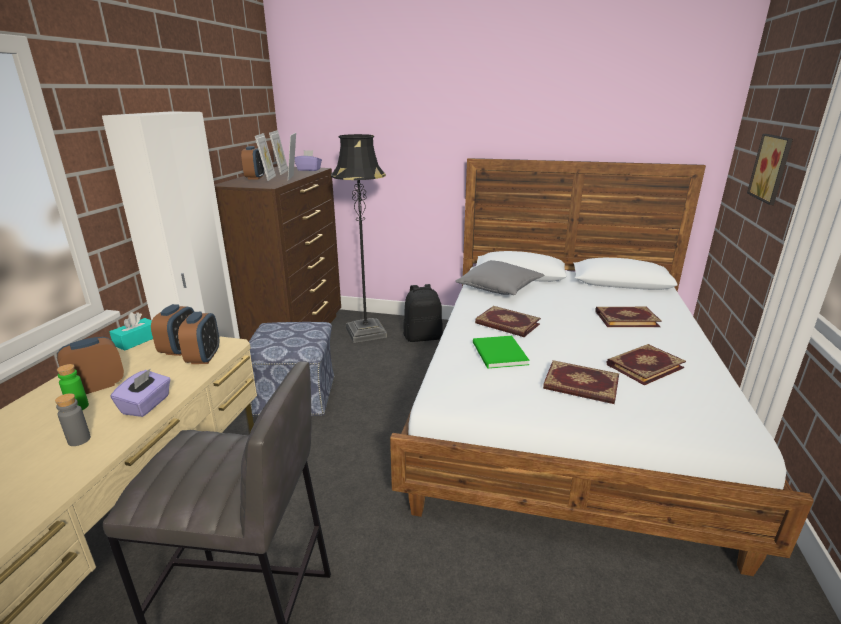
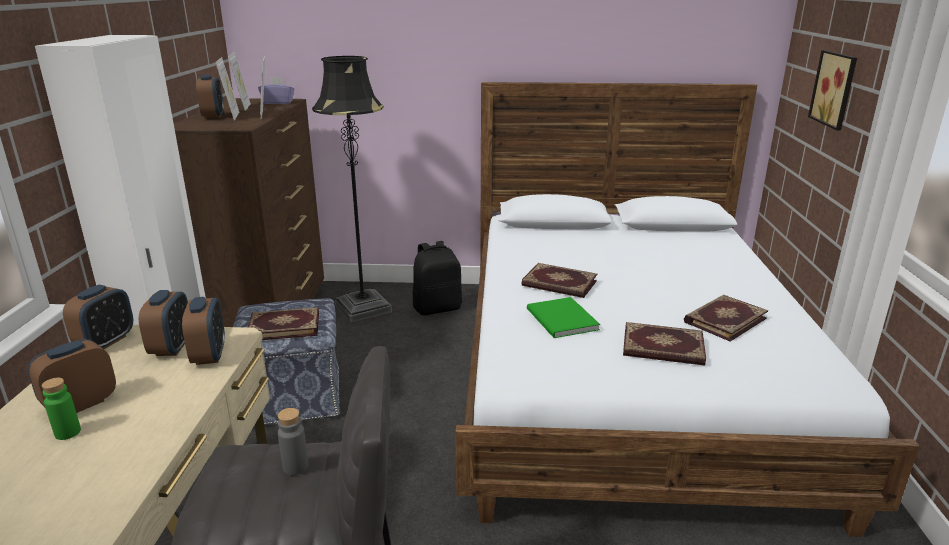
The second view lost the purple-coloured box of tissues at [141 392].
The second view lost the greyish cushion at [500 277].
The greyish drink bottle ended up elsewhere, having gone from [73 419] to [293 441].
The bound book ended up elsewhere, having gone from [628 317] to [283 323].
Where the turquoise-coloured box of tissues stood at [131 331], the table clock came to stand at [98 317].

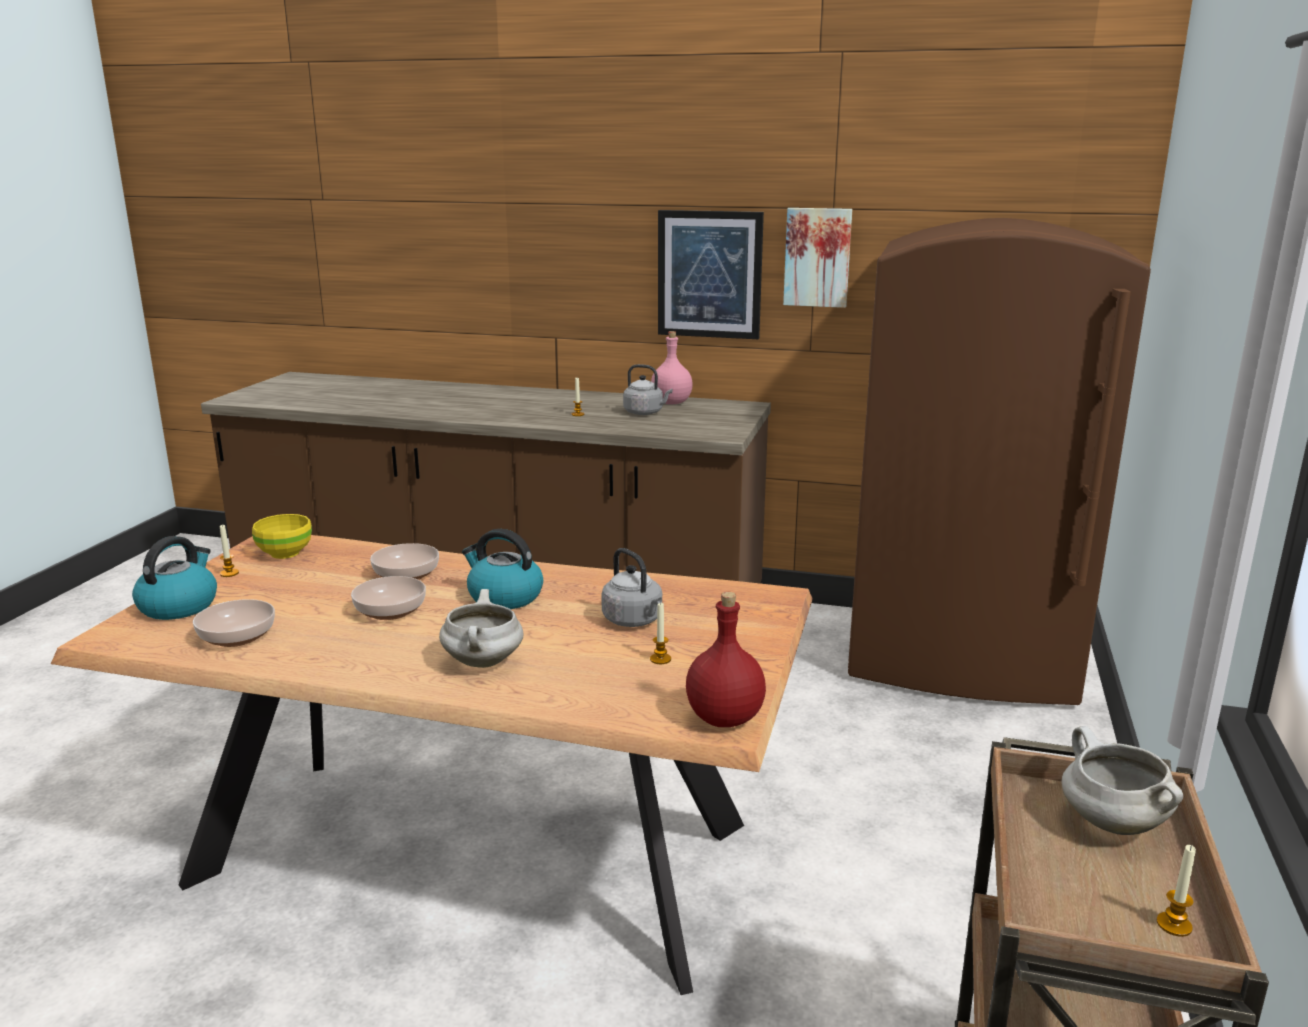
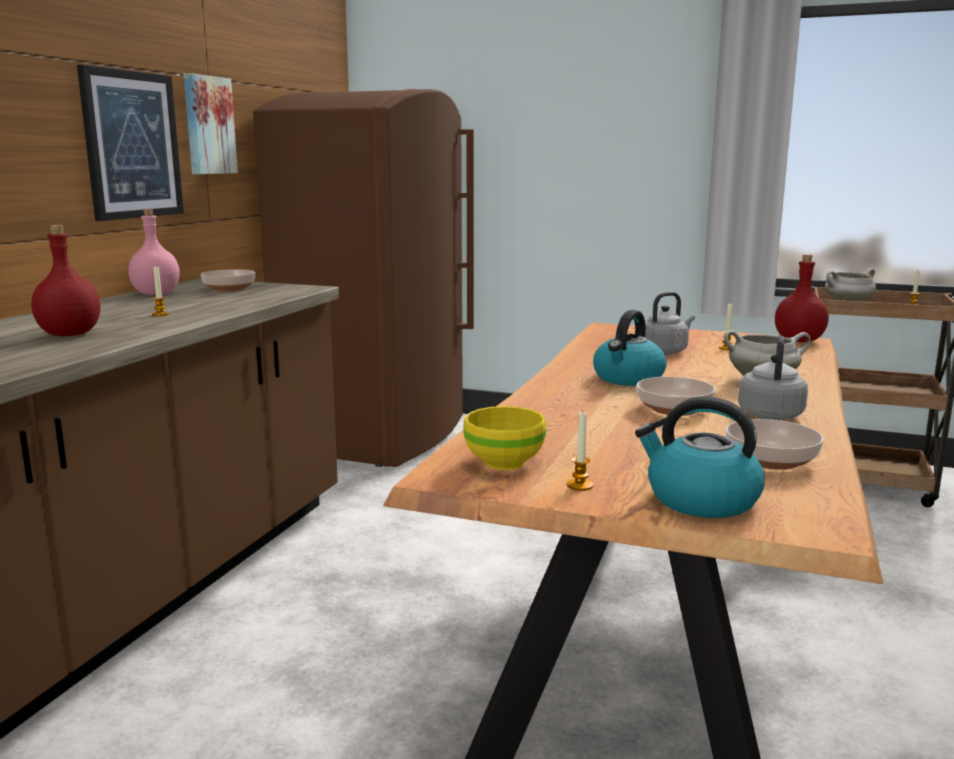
The second view gained the reddish drink bottle at [65 280].
The bowl ended up elsewhere, having gone from [404 561] to [228 280].
The greyish tea kettle ended up elsewhere, having gone from [648 389] to [773 378].

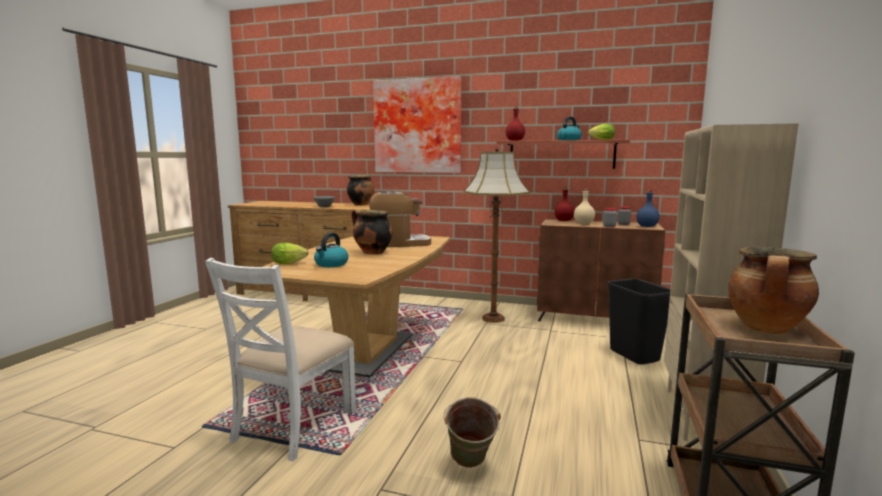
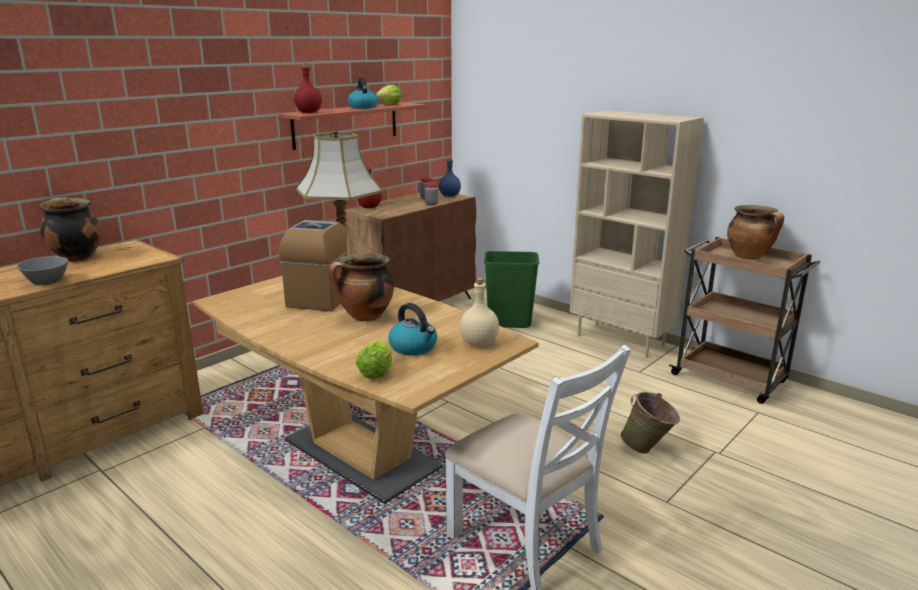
The second view lost the picture at [417 124].
The sand-coloured drink bottle ended up elsewhere, having gone from [584 206] to [479 312].
What was the black-coloured rubbish bin at [639 321] turned into the green rubbish bin at [511 289].

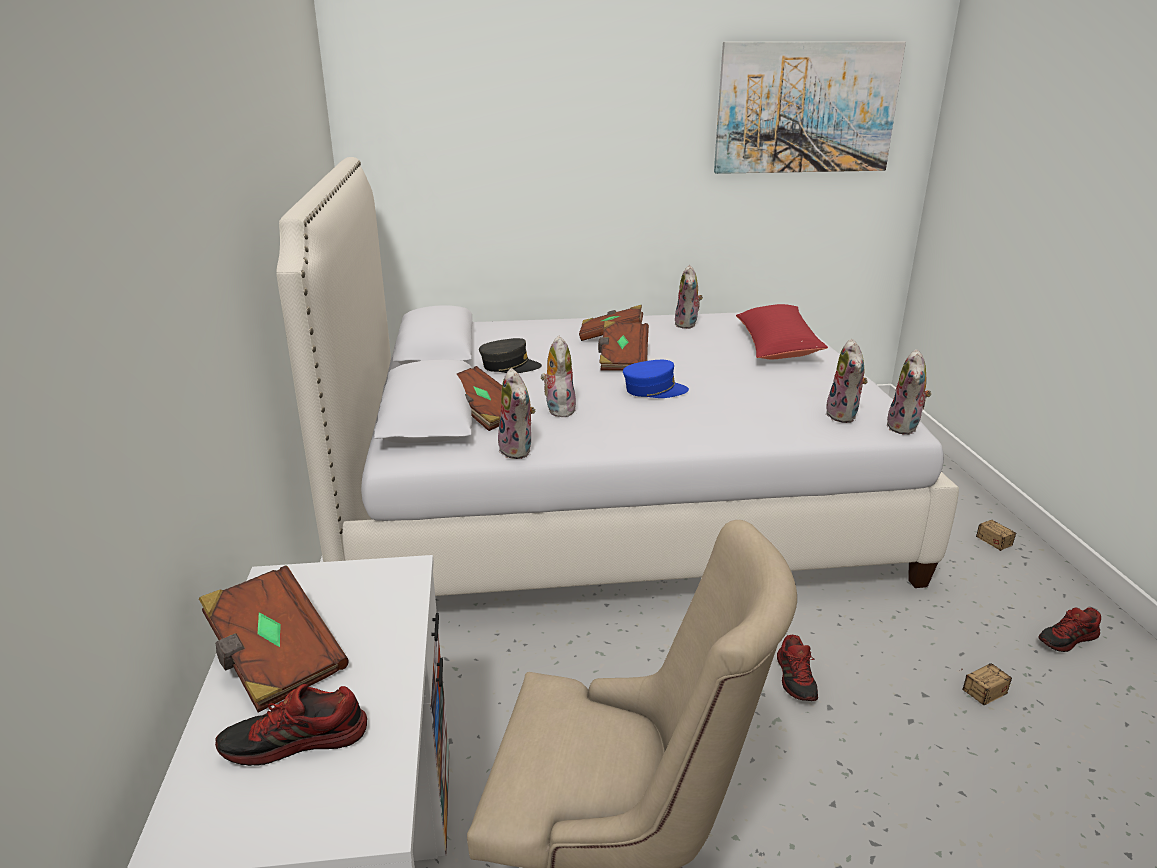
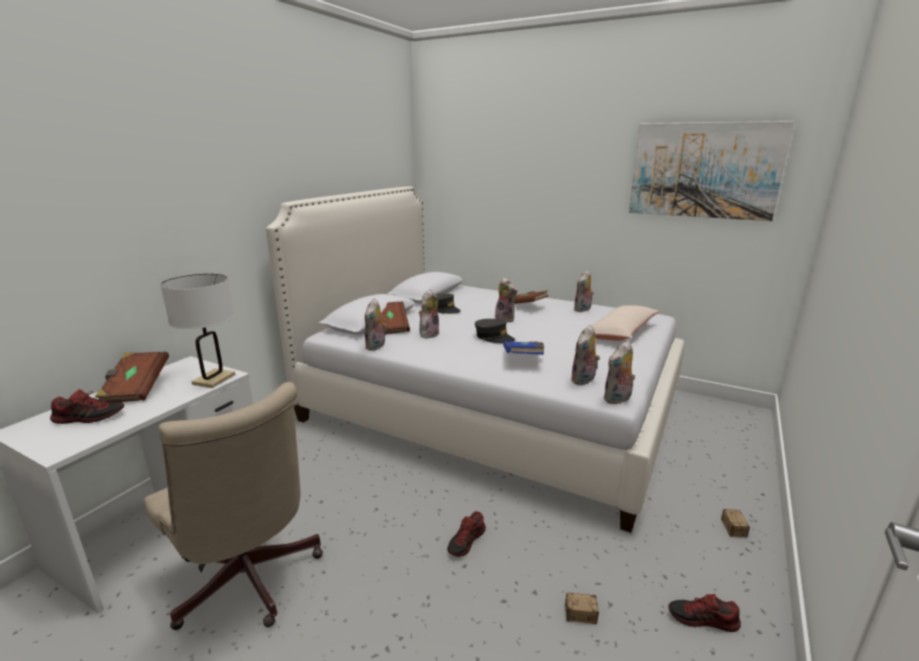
The second view gained the white-coloured lamp for a table at [198 331].
The second view gained the bluish bound book at [523 348].
Where the brown bound book stood at [623 346], the soft toy came to stand at [505 299].
What was the bluish cap at [656 379] turned into the greyish cap at [495 331].
What was the reddish cushion at [782 331] turned into the sand-coloured cushion at [620 323].
The shoe at [291 725] ended up facing another way, 150 degrees clockwise from before.

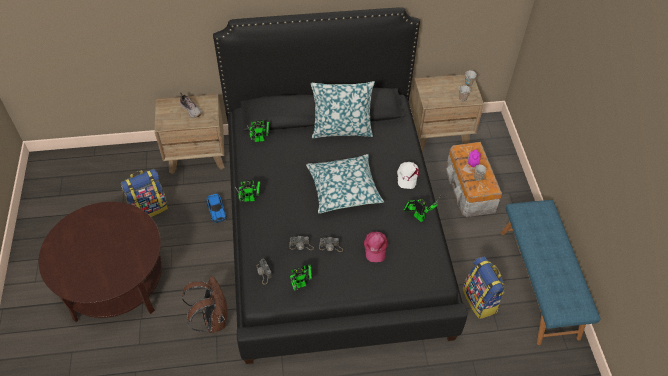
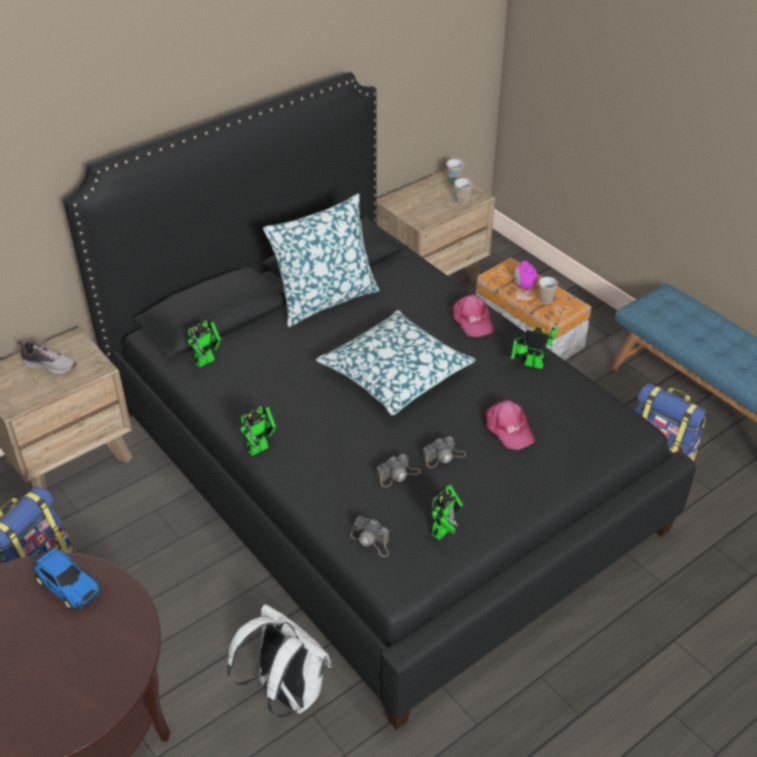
The model car ended up elsewhere, having gone from [216 208] to [68 580].
What was the brown knapsack at [205 304] turned into the white-coloured knapsack at [279 660].
What was the white-coloured cap at [408 175] turned into the pink-coloured cap at [472 316].

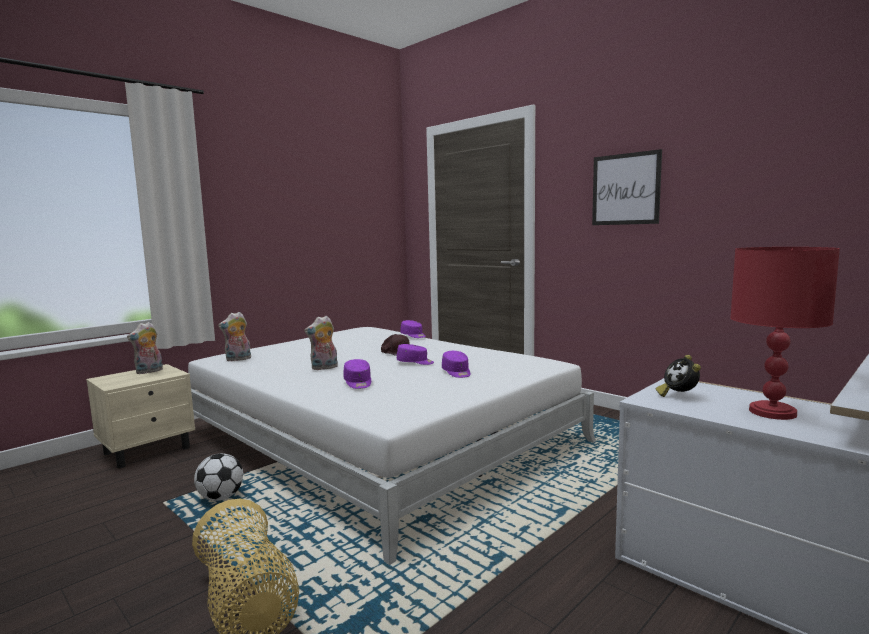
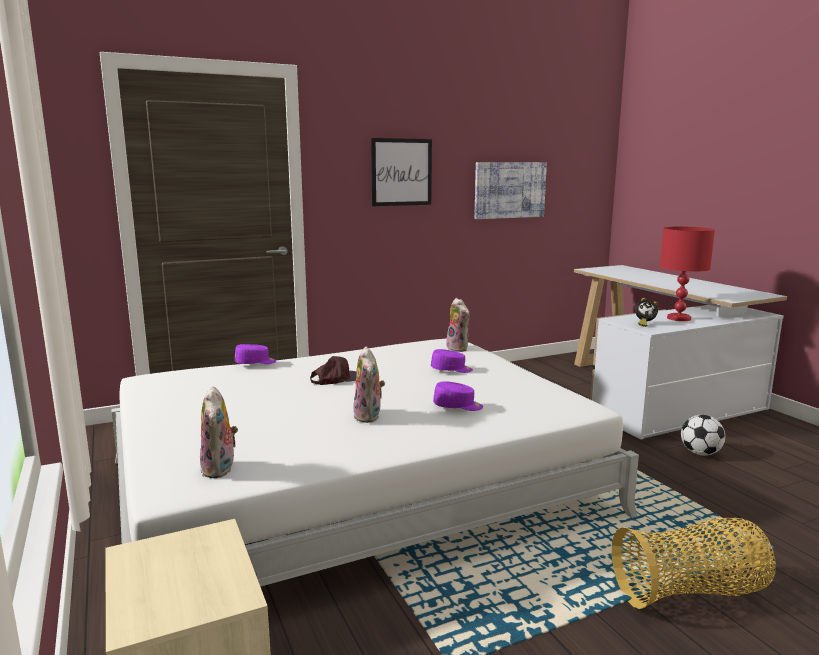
The second view lost the purple-coloured cap at [415 354].
The second view gained the picture at [510 190].
The soft toy ended up elsewhere, having gone from [145 348] to [458 325].
The football ball ended up elsewhere, having gone from [218 477] to [703 435].

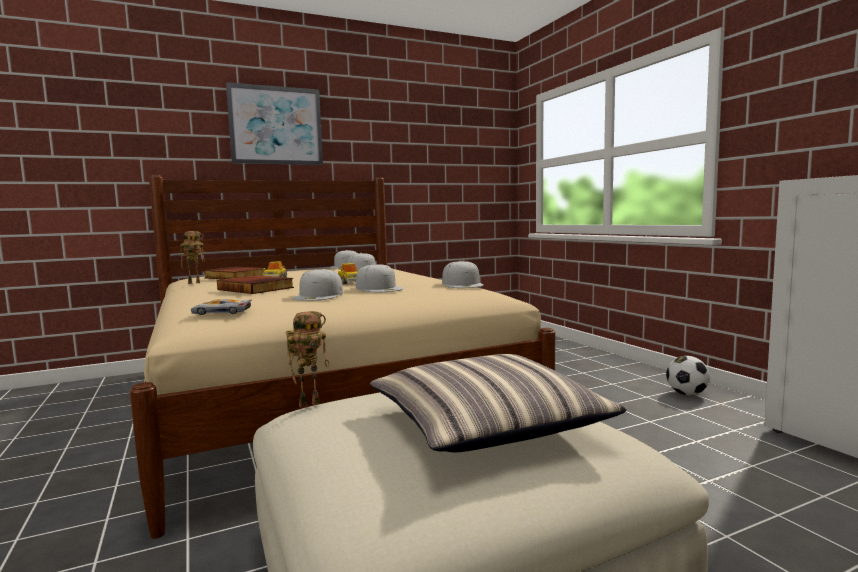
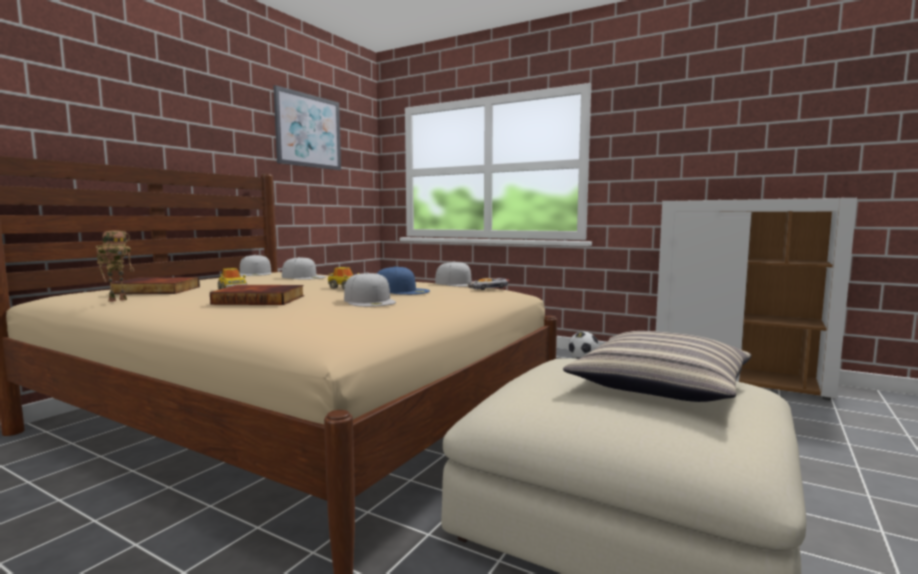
The second view lost the robot figure at [308 359].
The model car ended up elsewhere, having gone from [221 307] to [489 284].
The picture ended up elsewhere, having gone from [274 123] to [307 127].
What was the white-coloured cap at [380 278] turned into the bluish cap at [403 280].

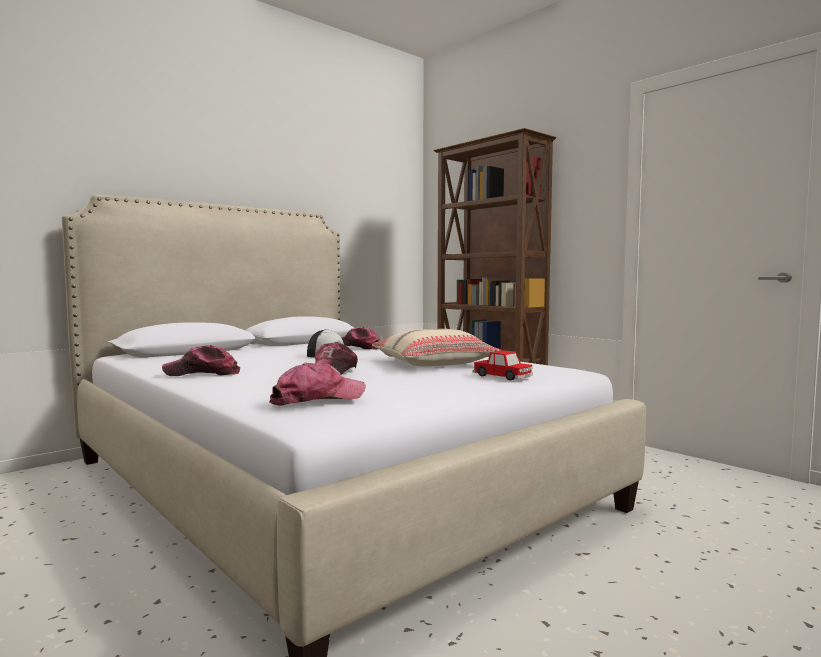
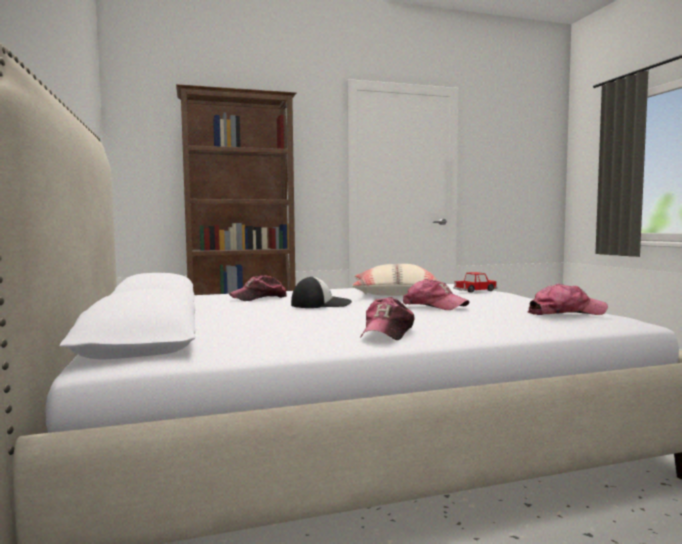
The cap at [317 384] ended up facing another way, 90 degrees clockwise from before.

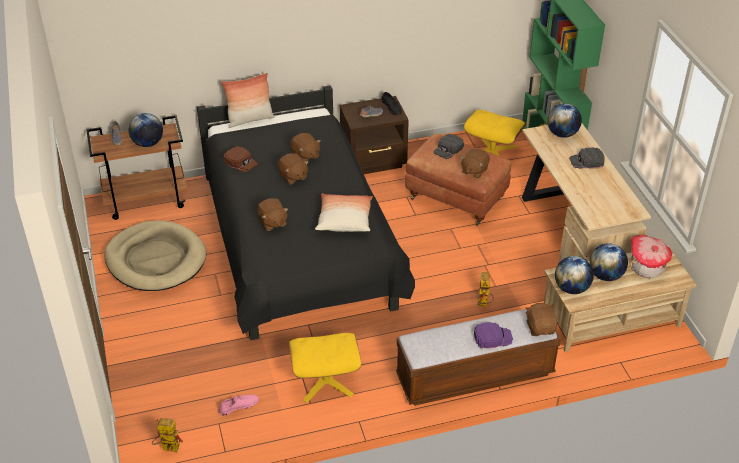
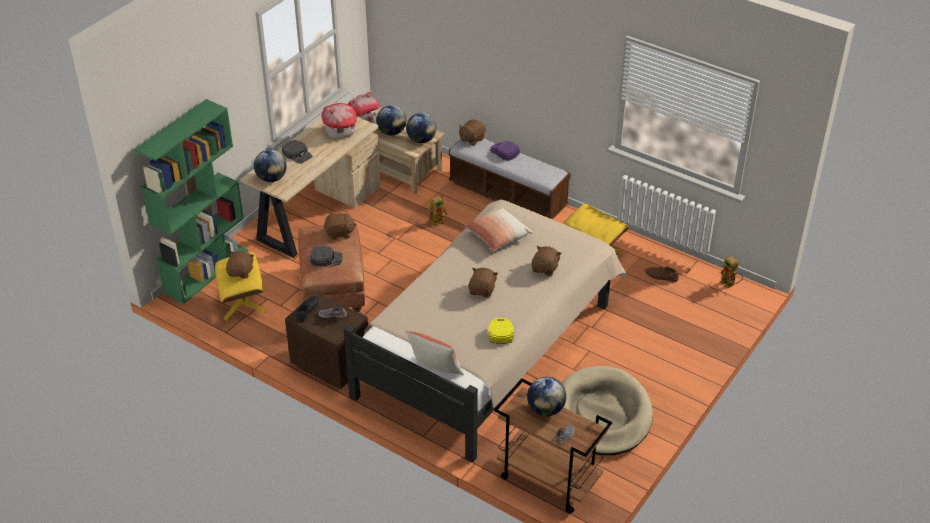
The second view gained the model house at [339 121].
The brown soft toy ended up elsewhere, having gone from [305 147] to [240 264].
What was the black-coloured bed at [306 212] turned into the sand-coloured bed at [484 331].
What was the pink-coloured shoe at [239 404] turned into the brown shoe at [662 274].
What was the brown cap at [240 159] turned into the yellow-coloured cap at [501 331].

